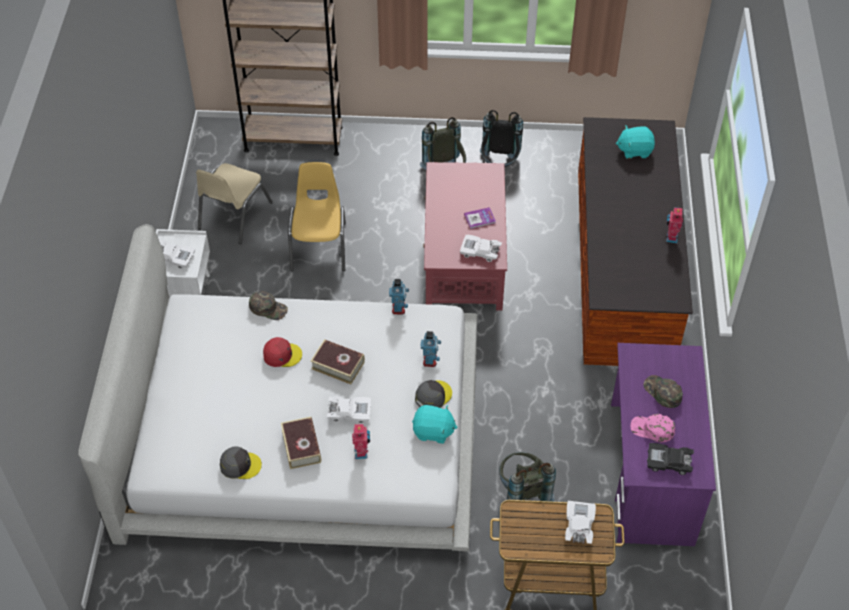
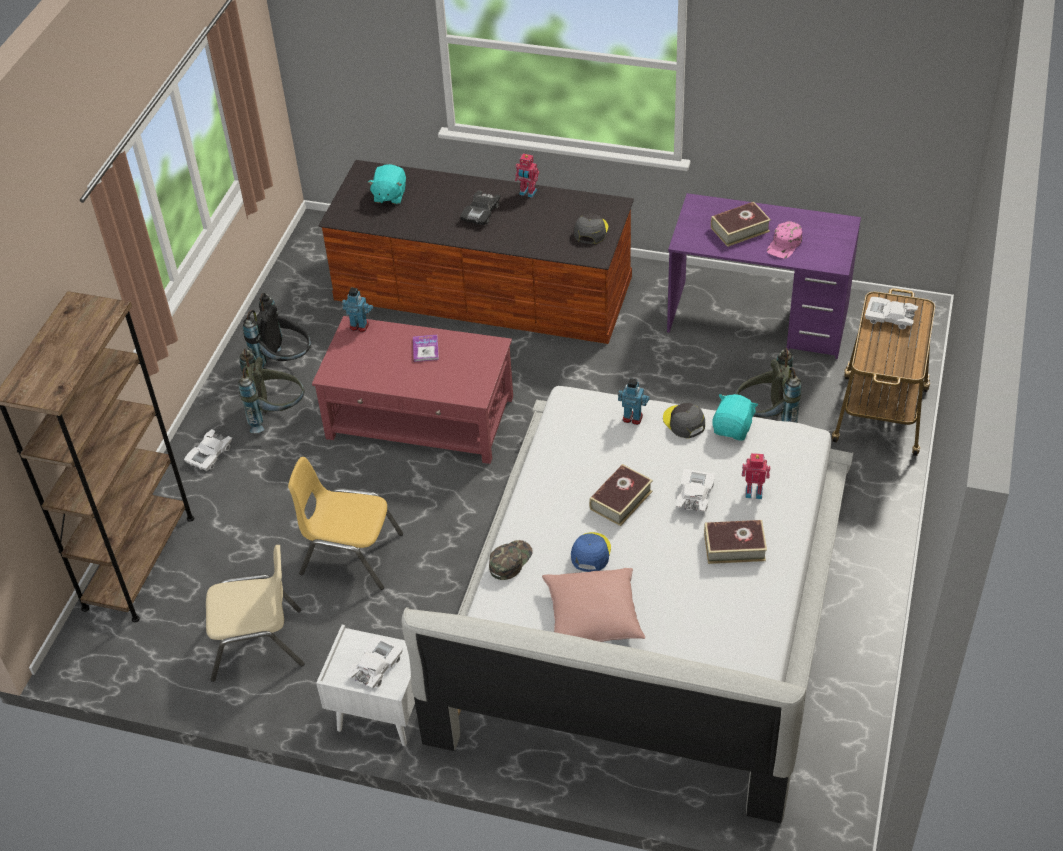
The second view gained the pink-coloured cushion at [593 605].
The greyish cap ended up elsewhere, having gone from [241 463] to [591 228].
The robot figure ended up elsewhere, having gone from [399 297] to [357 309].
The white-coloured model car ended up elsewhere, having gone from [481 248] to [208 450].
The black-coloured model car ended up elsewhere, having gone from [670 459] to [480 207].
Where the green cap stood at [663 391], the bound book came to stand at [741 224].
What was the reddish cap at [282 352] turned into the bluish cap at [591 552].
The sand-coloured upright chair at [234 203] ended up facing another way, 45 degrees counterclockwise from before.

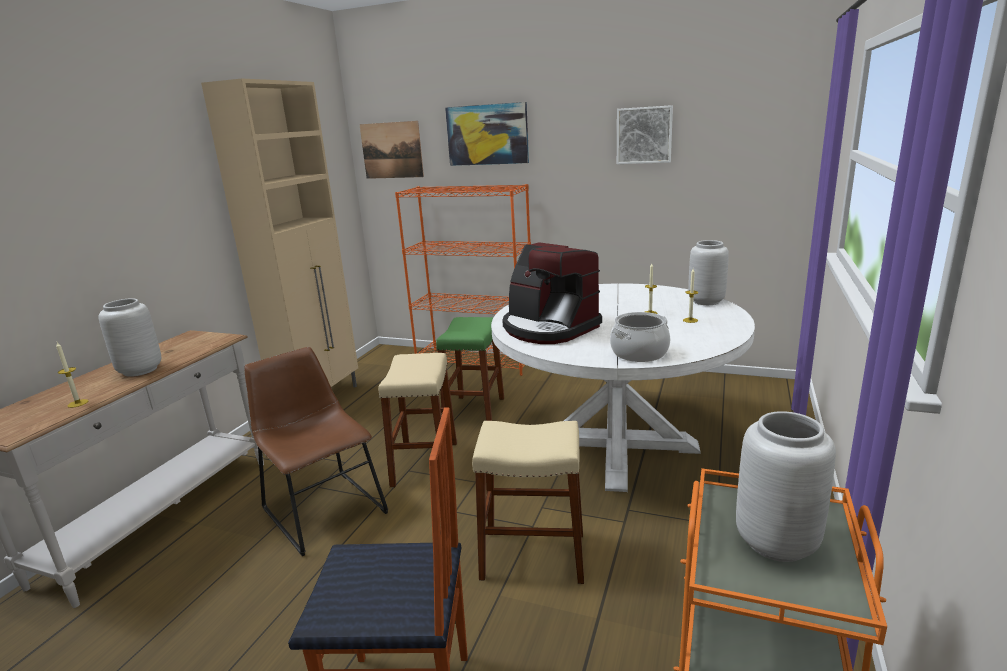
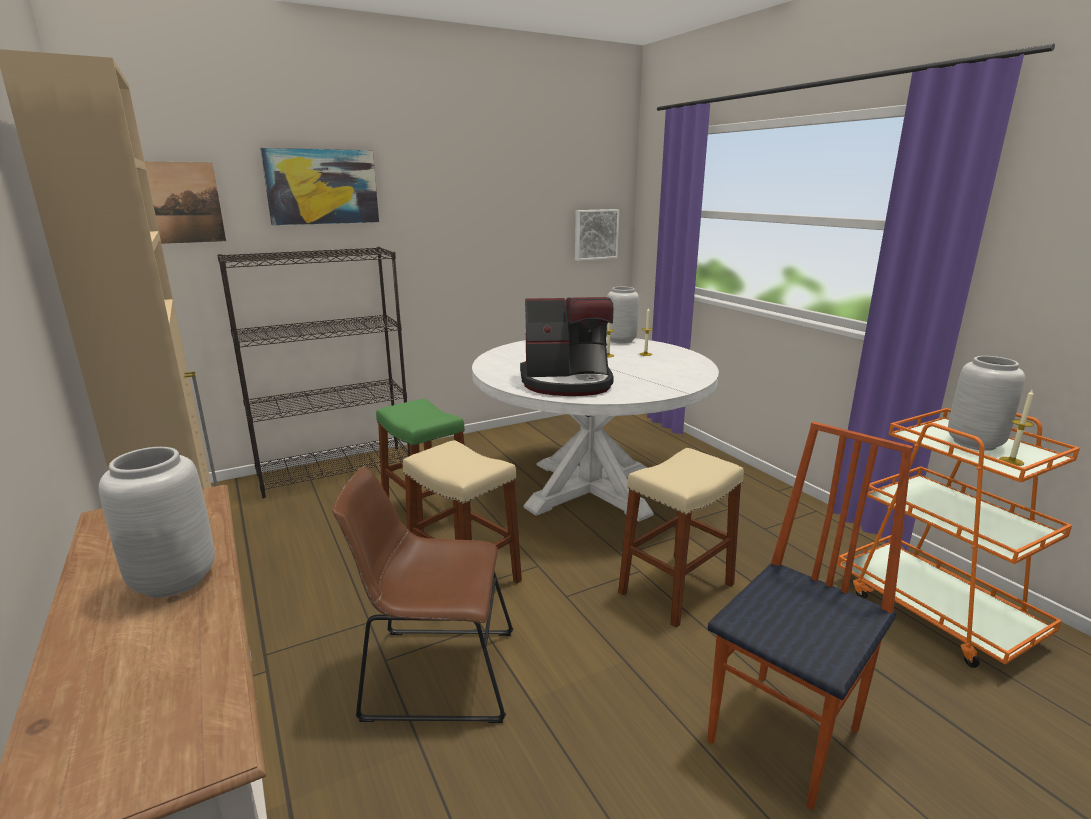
The second view lost the cooking pot at [640 337].
The wax candle ended up elsewhere, having gone from [72 375] to [1016 428].
The picture ended up elsewhere, having gone from [645 134] to [597 235].
What was the orangey bookshelf at [463 280] turned into the black-coloured bookshelf at [313 372].

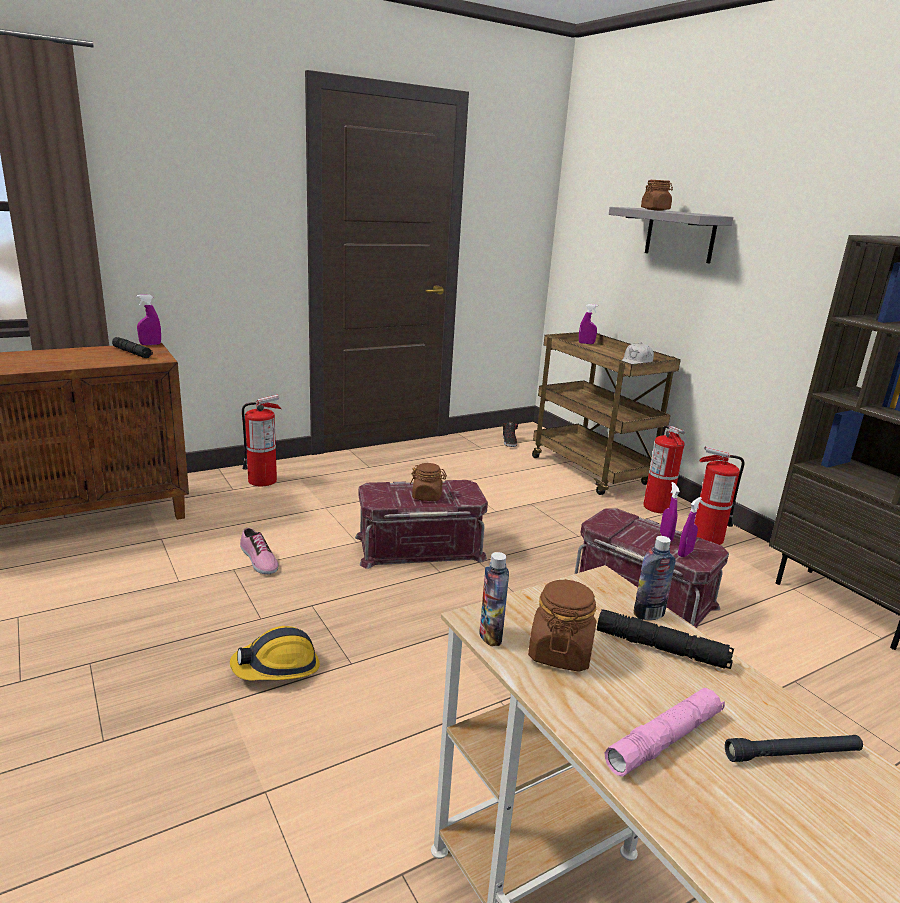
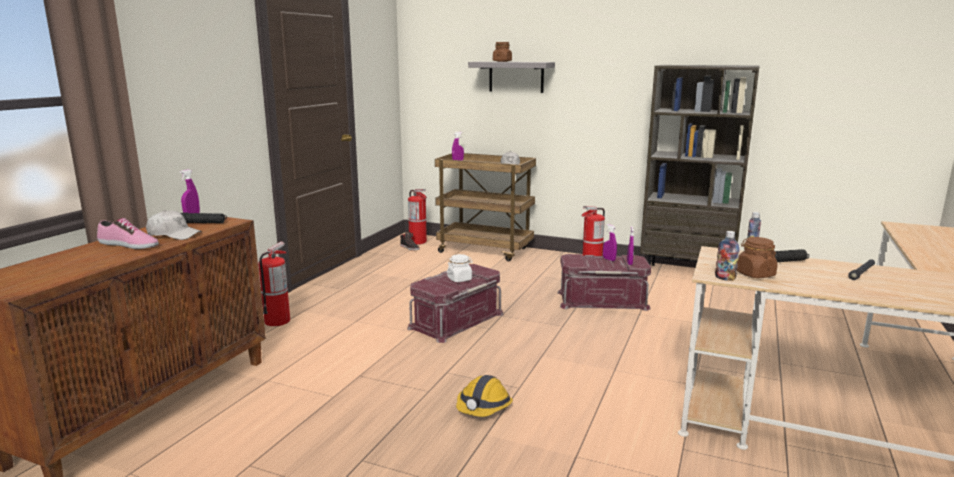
The second view lost the pink-coloured torch at [665 732].
The second view gained the white-coloured cap at [174 225].
The shoe ended up elsewhere, having gone from [259 551] to [128 233].
The fire extinguisher ended up elsewhere, having gone from [664 469] to [417 216].
What was the brown preserve jar at [428 482] turned into the white-coloured preserve jar at [460 268].

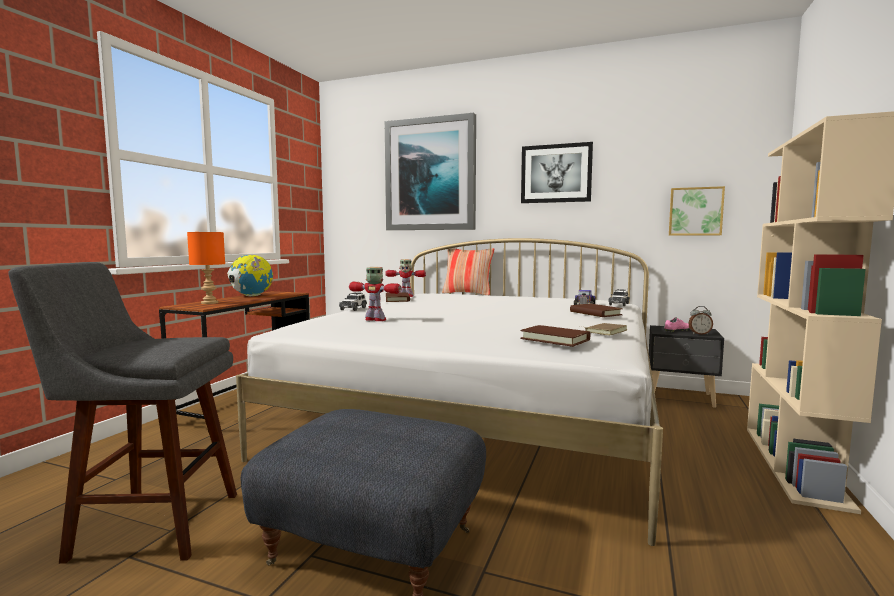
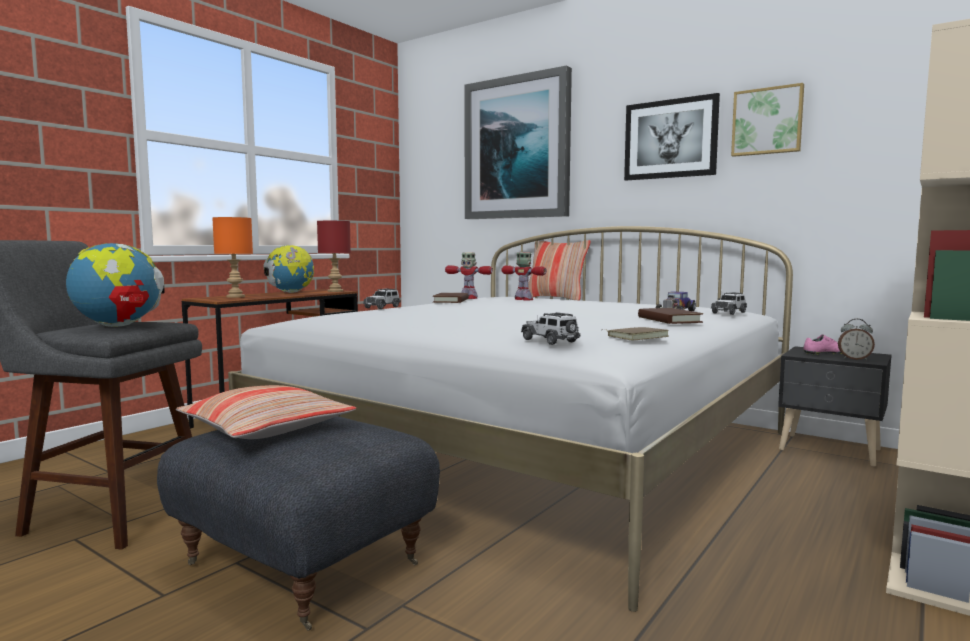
The second view gained the world globe at [115 285].
The second view gained the cushion at [266 412].
The second view gained the reddish lamp for a table at [334 256].
The robot figure ended up elsewhere, having gone from [375 294] to [524 276].
The picture ended up elsewhere, having gone from [697 211] to [767 120].
Where the brown bound book stood at [555 336], the model car came to stand at [551 328].

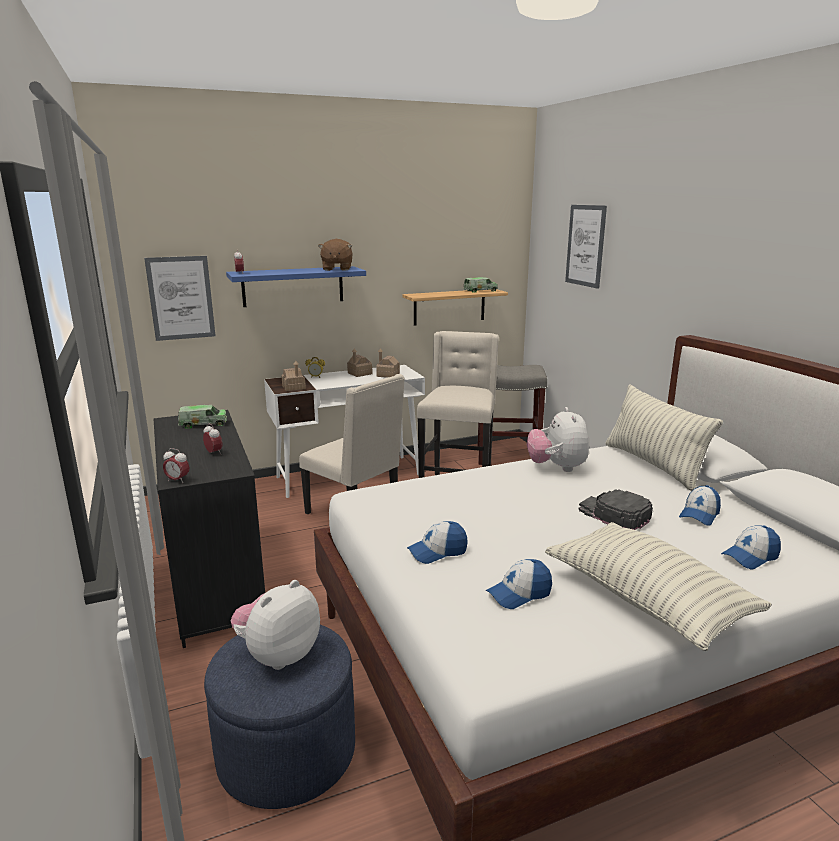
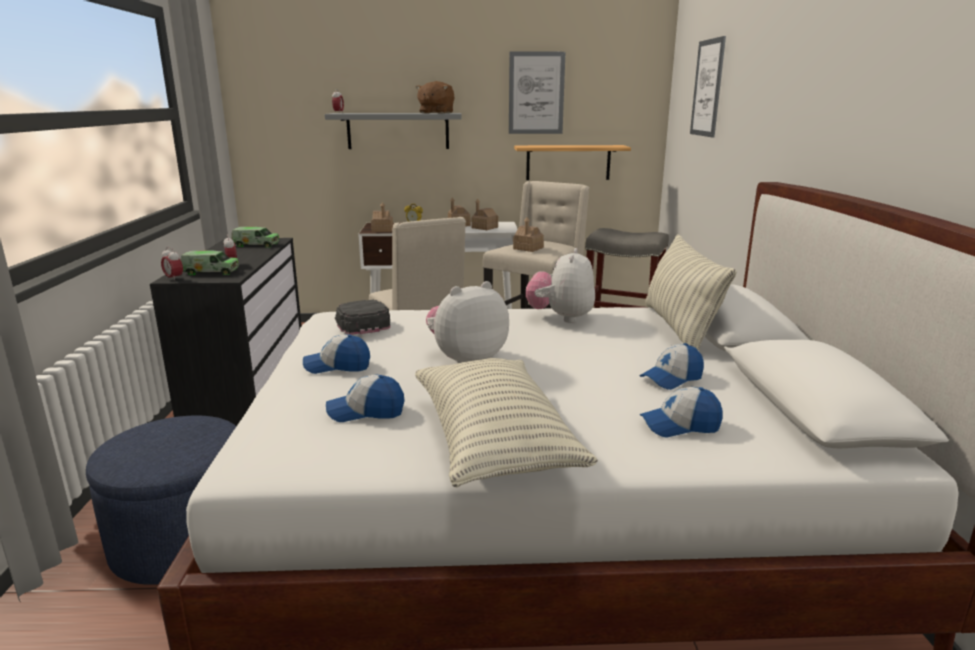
The second view gained the model house at [528 234].
The picture ended up elsewhere, having gone from [180 298] to [537 92].
The soft toy ended up elsewhere, having gone from [275 625] to [467 322].
The toy truck ended up elsewhere, having gone from [480 285] to [210 263].
The black-coloured cap ended up elsewhere, having gone from [615 509] to [362 317].
What was the bluish wall shelf at [296 286] turned into the greyish wall shelf at [393 131].

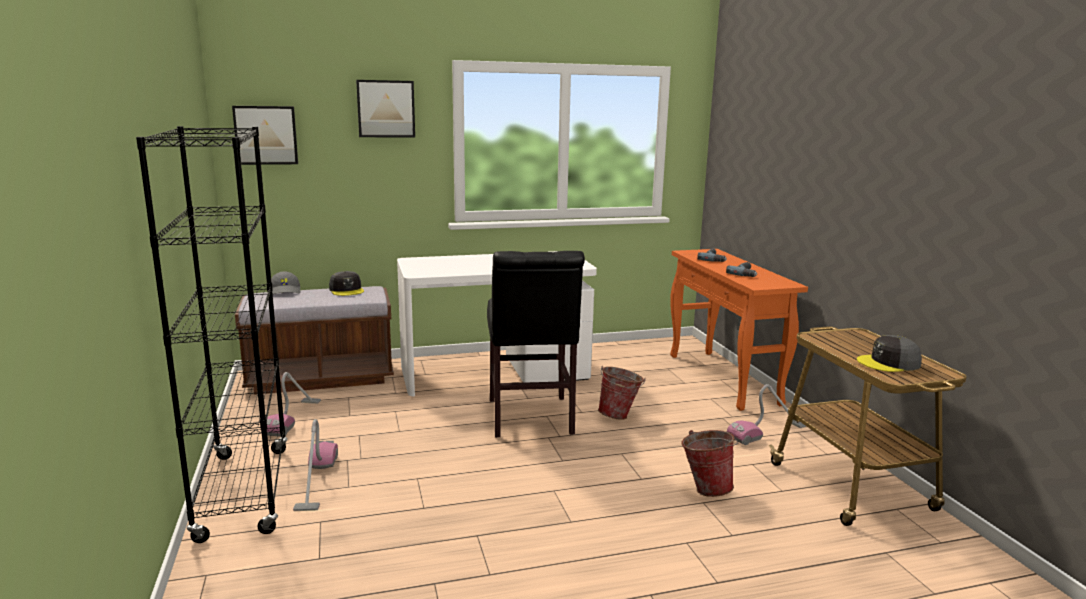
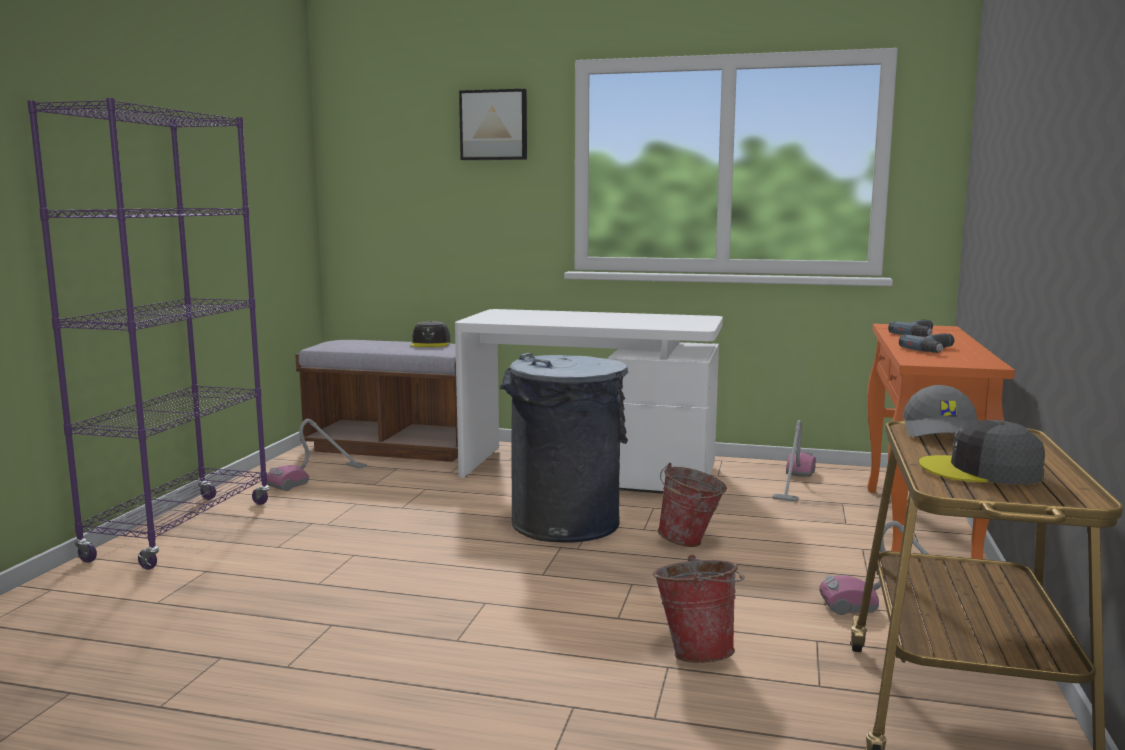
The second view lost the picture at [265 135].
The greyish cap ended up elsewhere, having gone from [286 282] to [940 411].
The vacuum ended up elsewhere, having gone from [315 465] to [794 461].
Where the black-coloured upright chair stood at [536 344], the greyish rubbish bin came to stand at [564 448].
What was the black-coloured bookshelf at [212 334] turned into the purple-coloured bookshelf at [148 334].

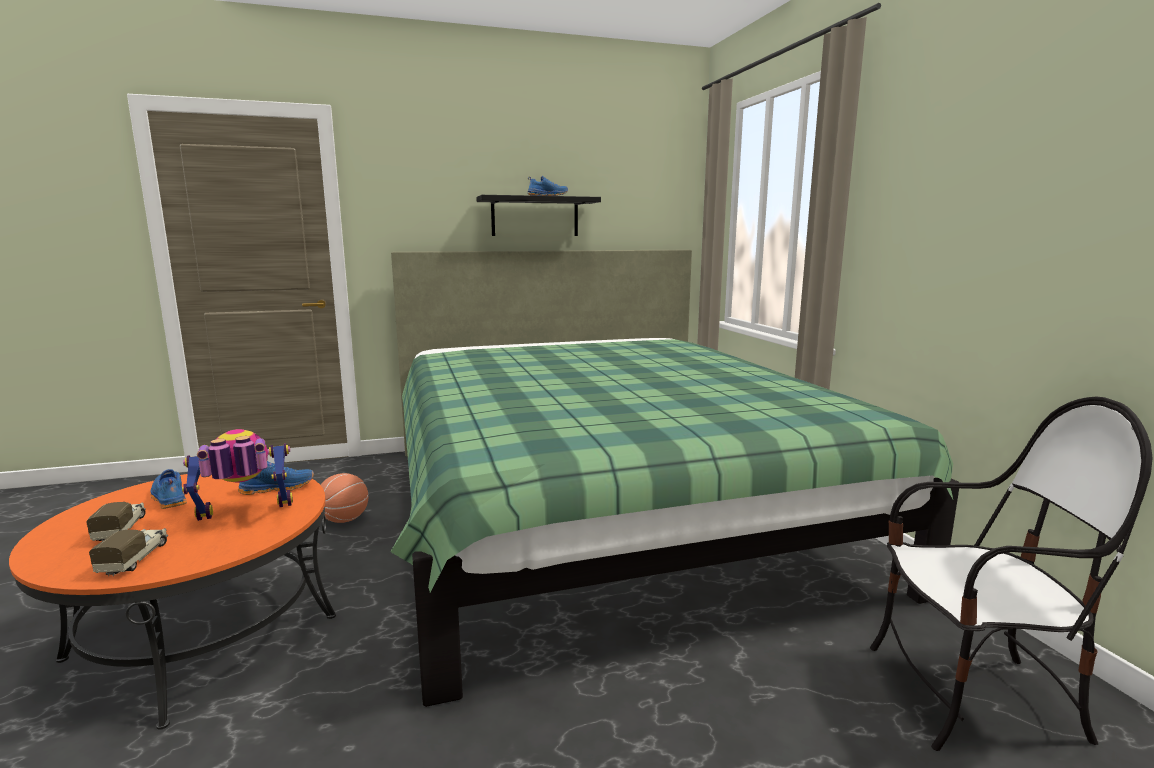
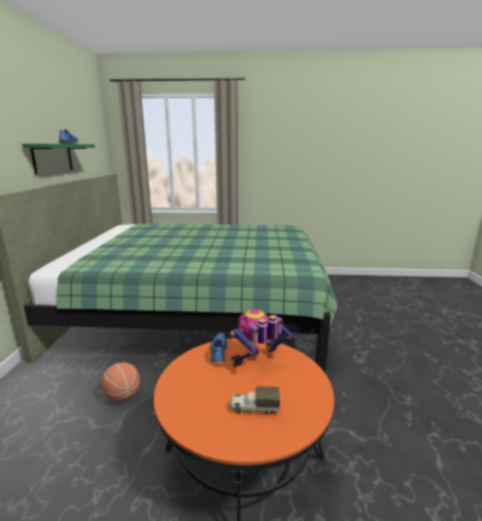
The second view lost the toy truck at [128 552].
The second view lost the bluish shoe at [168 489].
The second view lost the upright chair at [1011 573].
What was the black-coloured wall shelf at [538 215] turned into the green wall shelf at [58 159].
The robot figure at [237 475] ended up facing another way, 60 degrees clockwise from before.

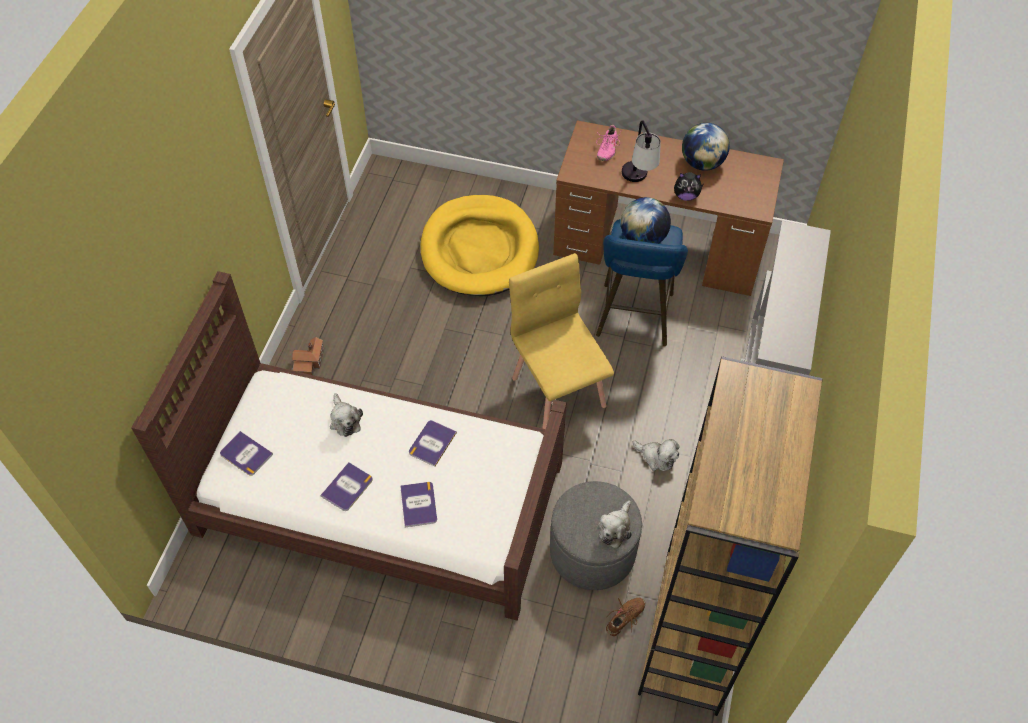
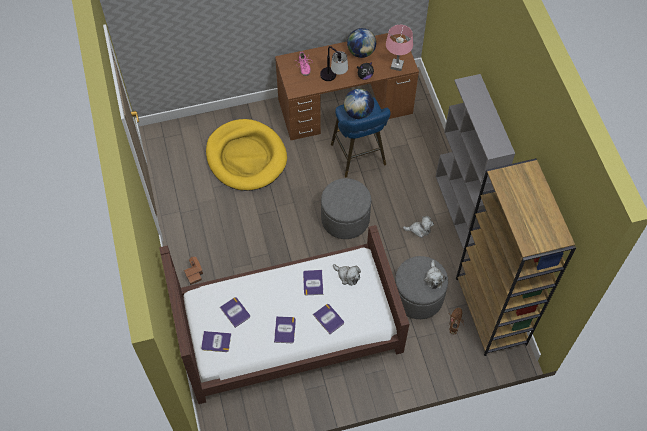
The second view gained the bound book at [235 312].
The second view gained the pink-coloured lamp for a table at [399 48].
The soft toy ended up elsewhere, having gone from [346 415] to [347 275].
Where the yellow-coloured upright chair stood at [561 341], the greyish pouffe came to stand at [346 208].

